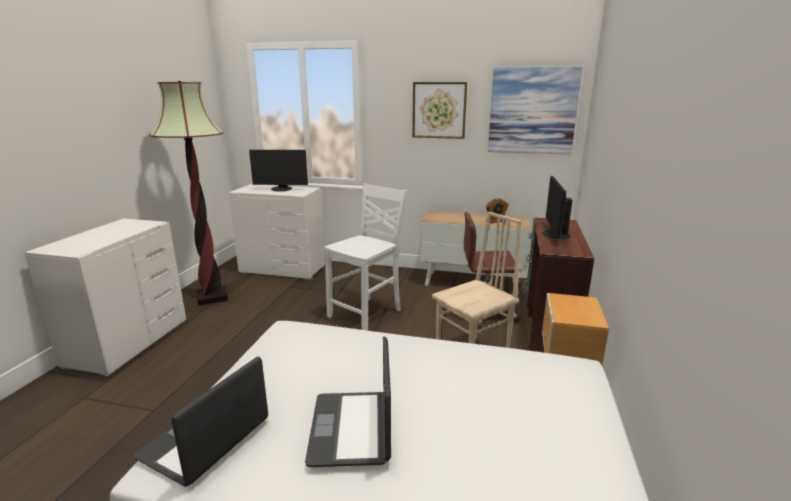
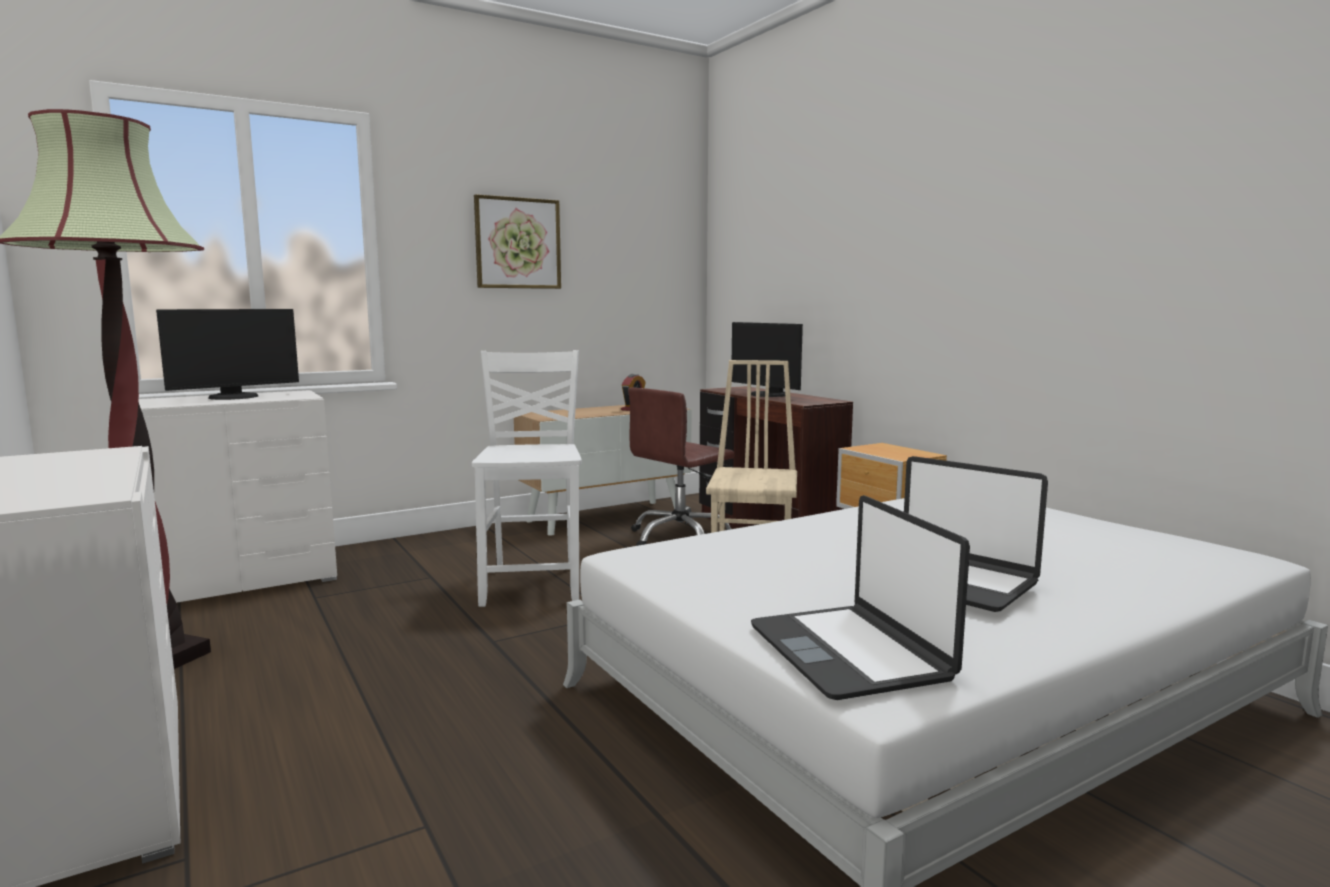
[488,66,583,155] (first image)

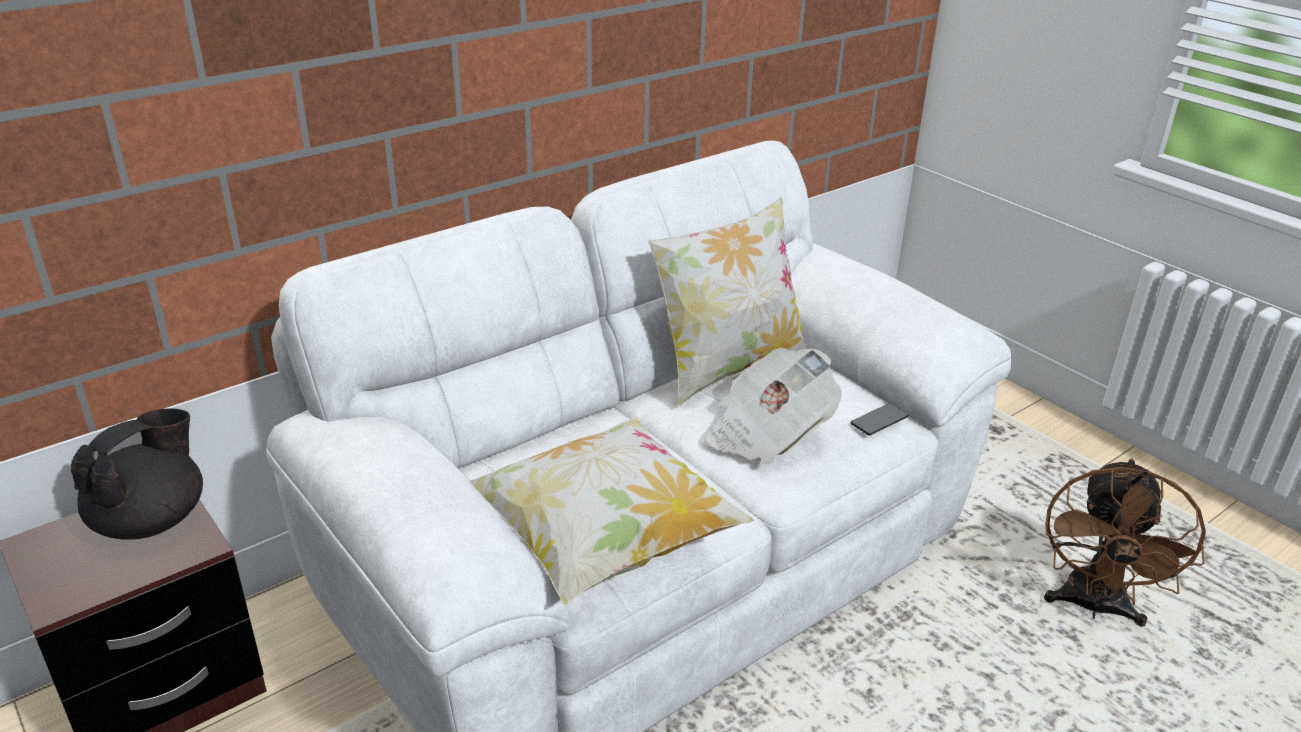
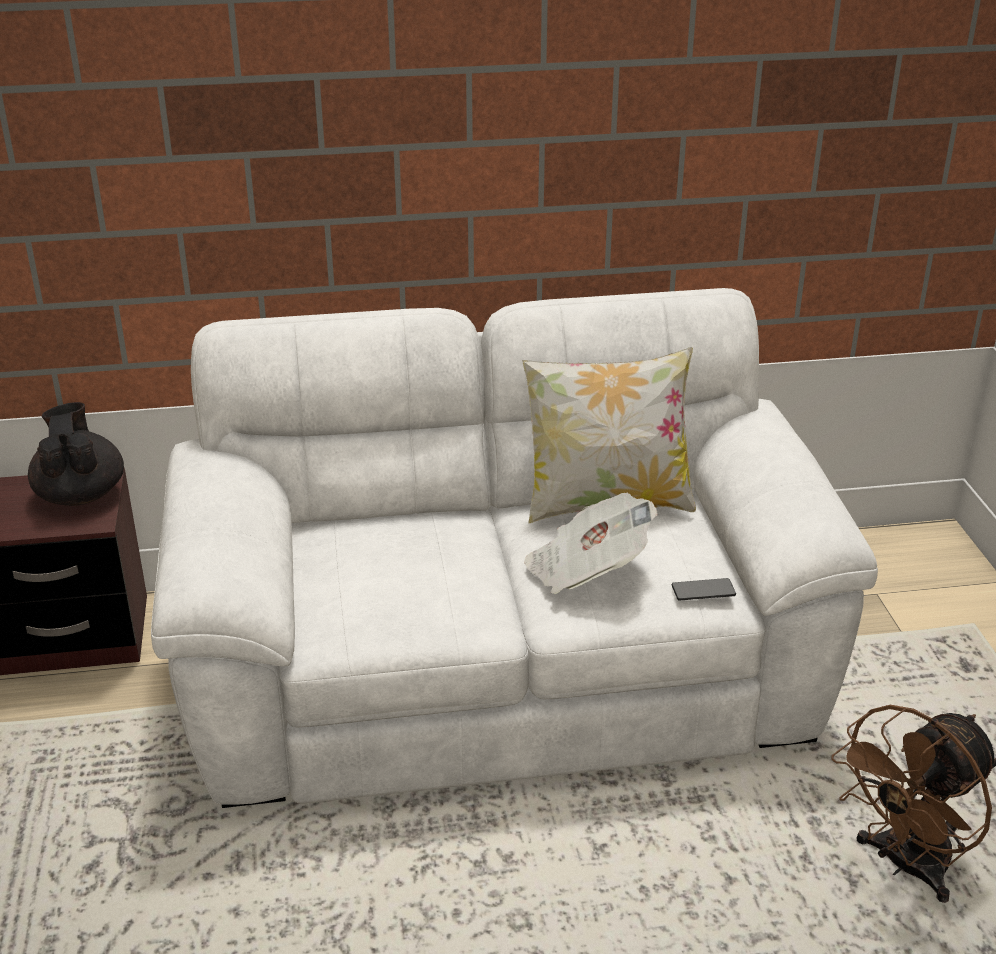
[28,402,124,506]
[469,417,754,605] (first image)

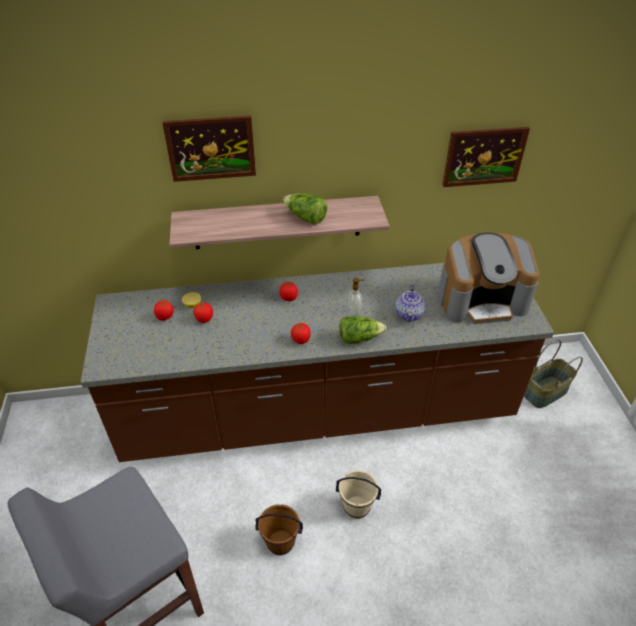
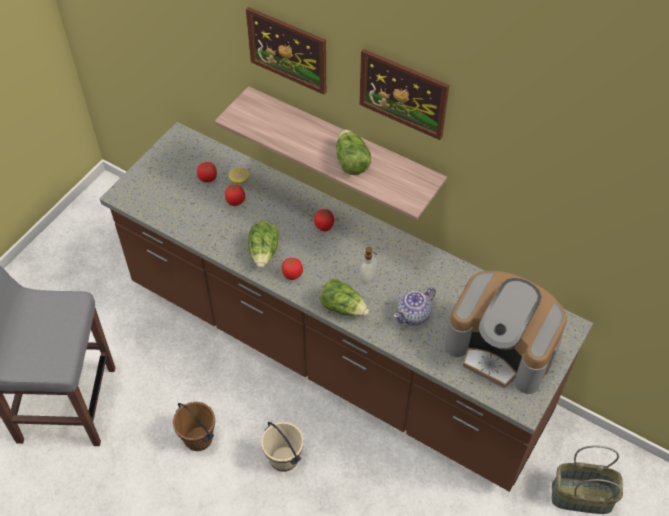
[359,49,449,140]
[248,221,279,268]

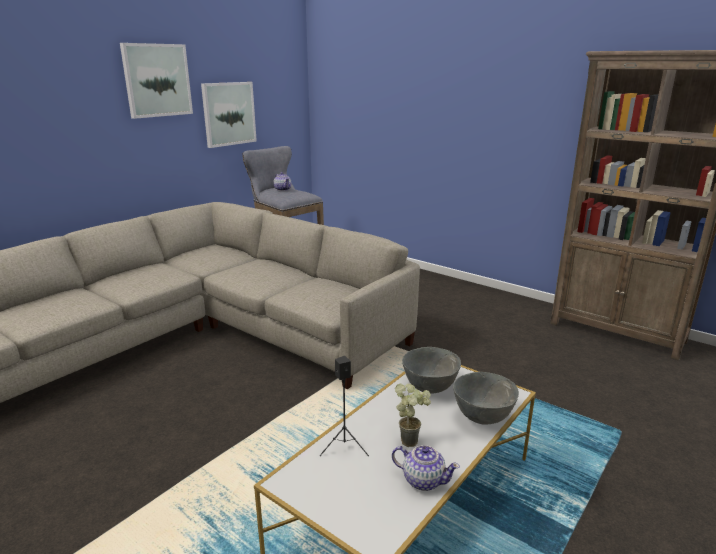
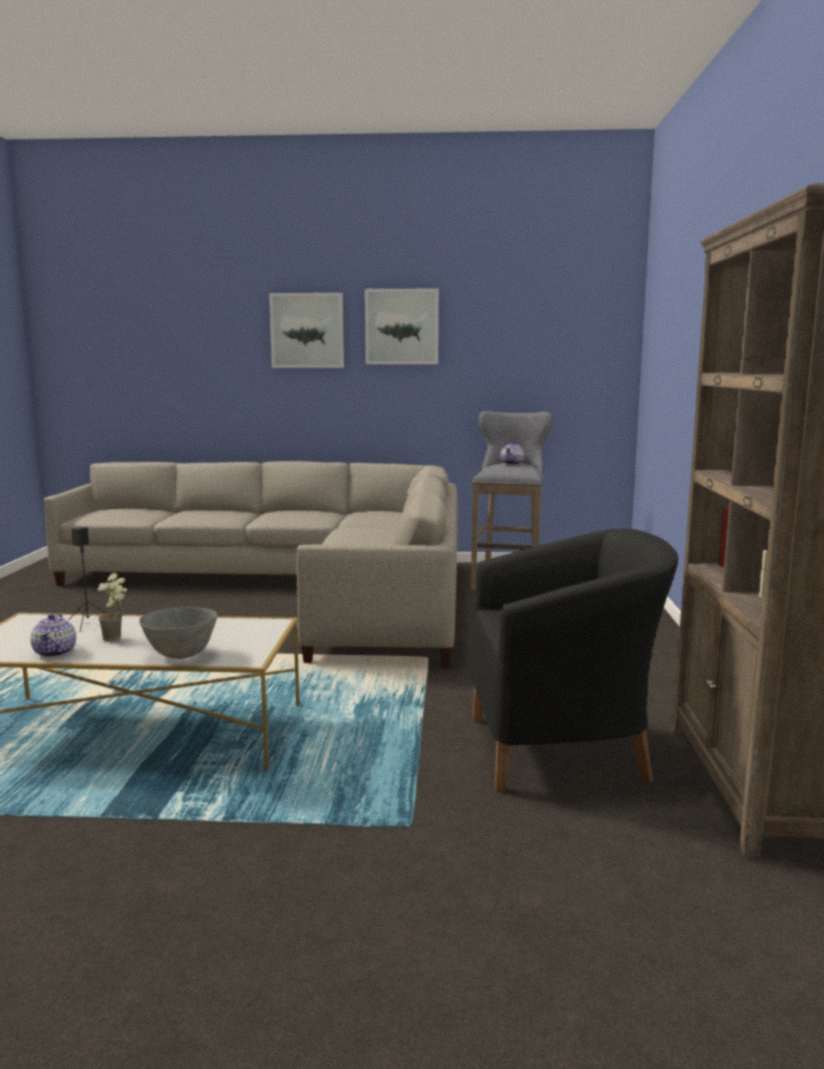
[269,293,344,368]
[402,347,461,394] (first image)
[471,529,678,792]

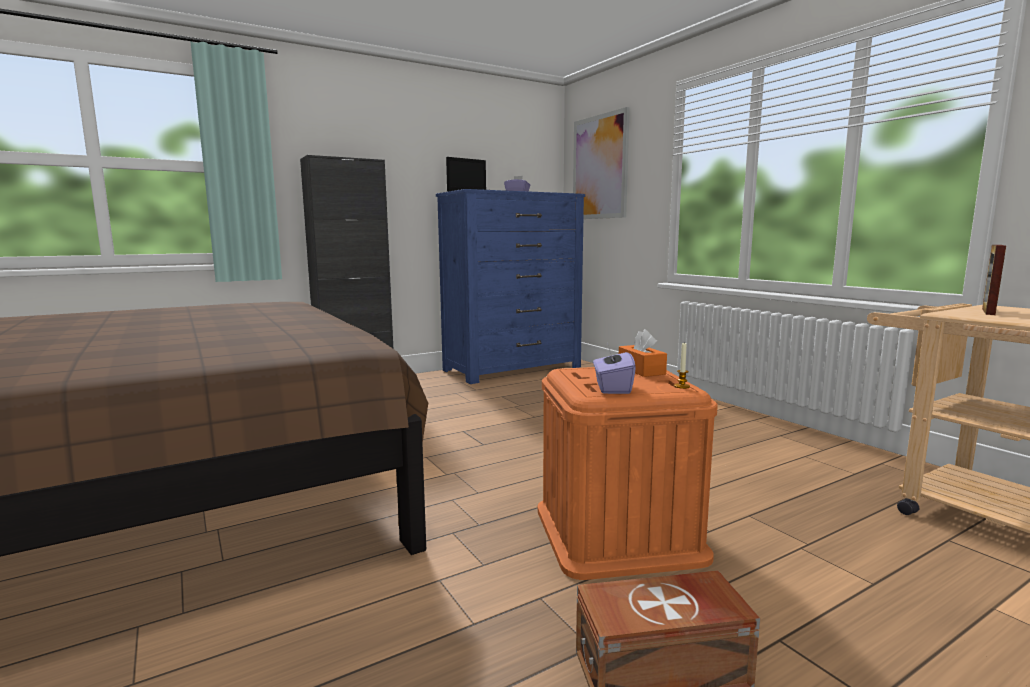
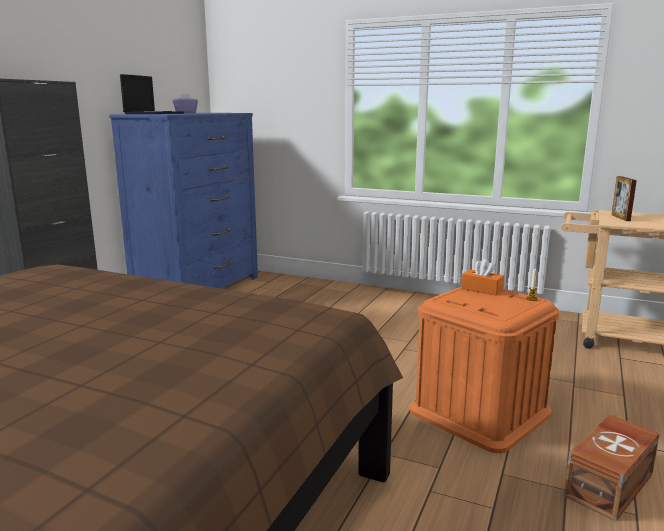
[573,107,630,219] (first image)
[593,342,636,394] (first image)

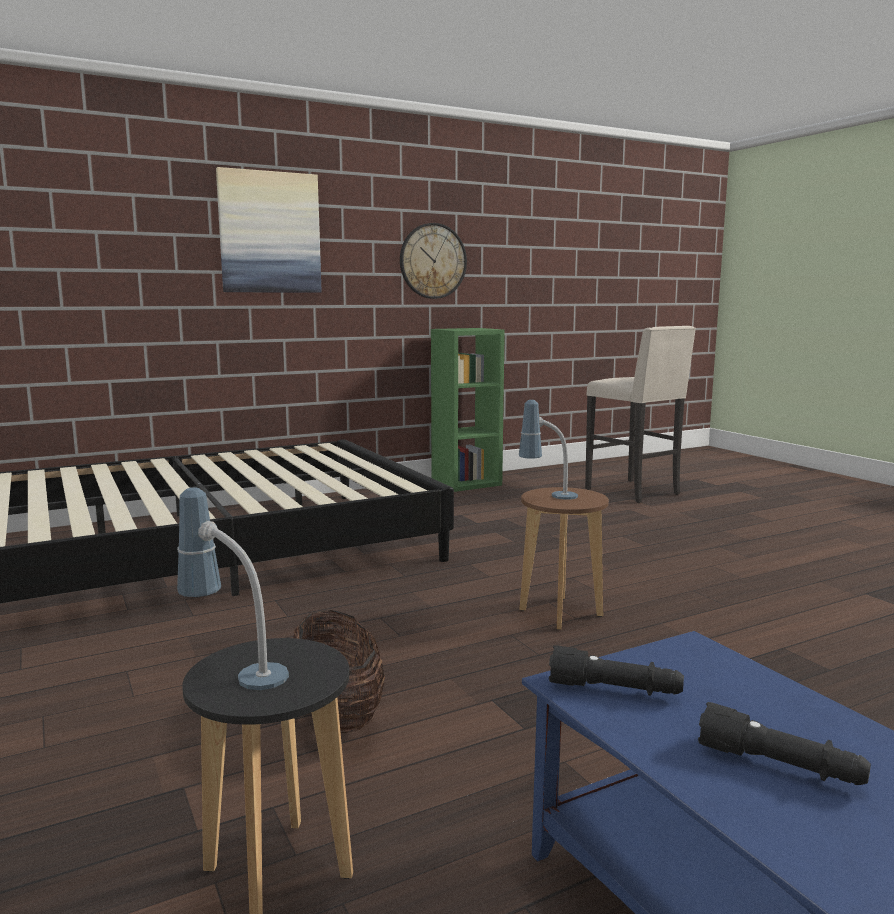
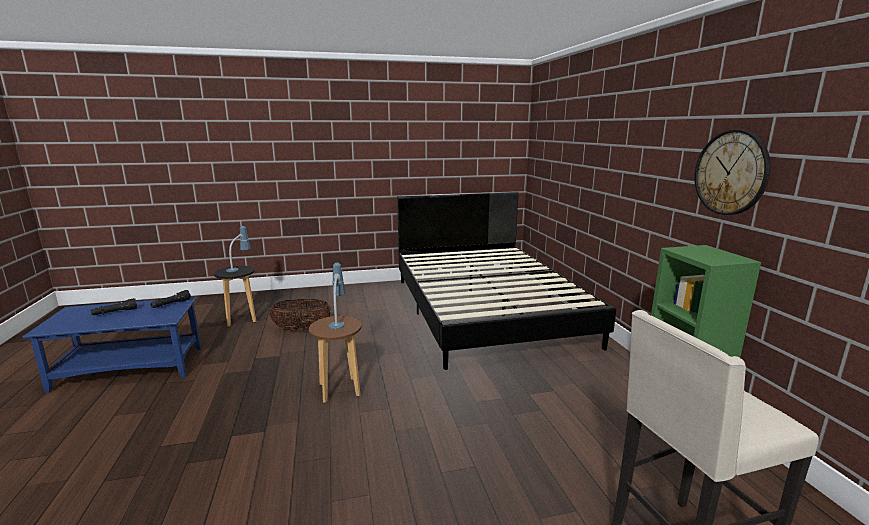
[216,167,321,293] (first image)

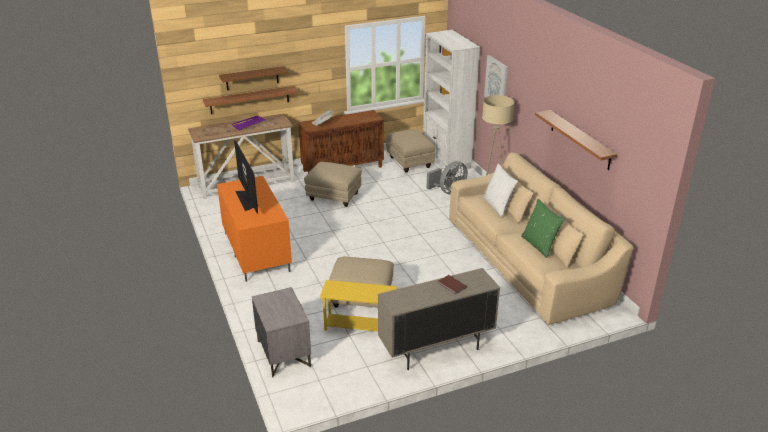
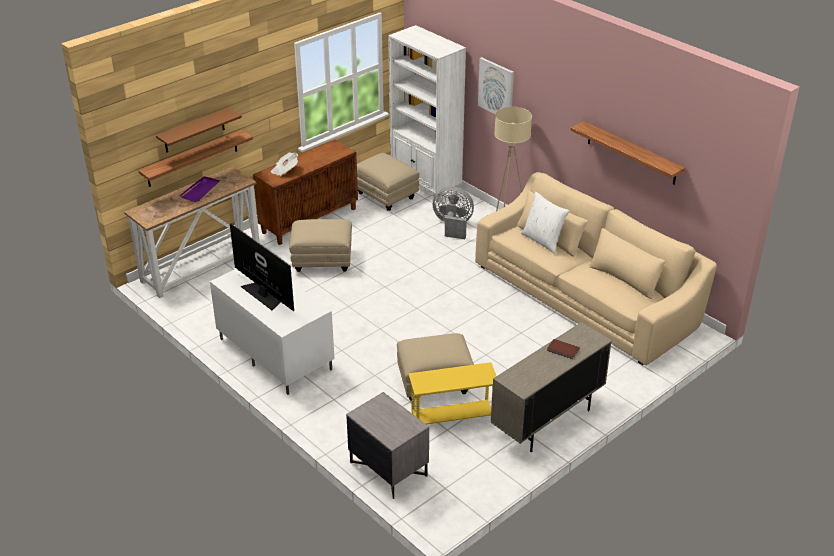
[433,187,474,239]
[210,269,335,395]
[521,199,565,258] (first image)

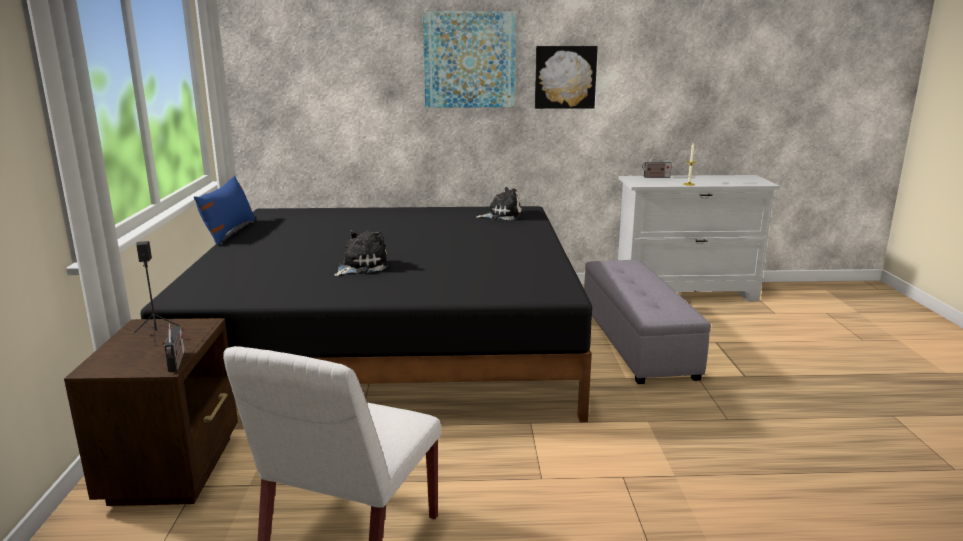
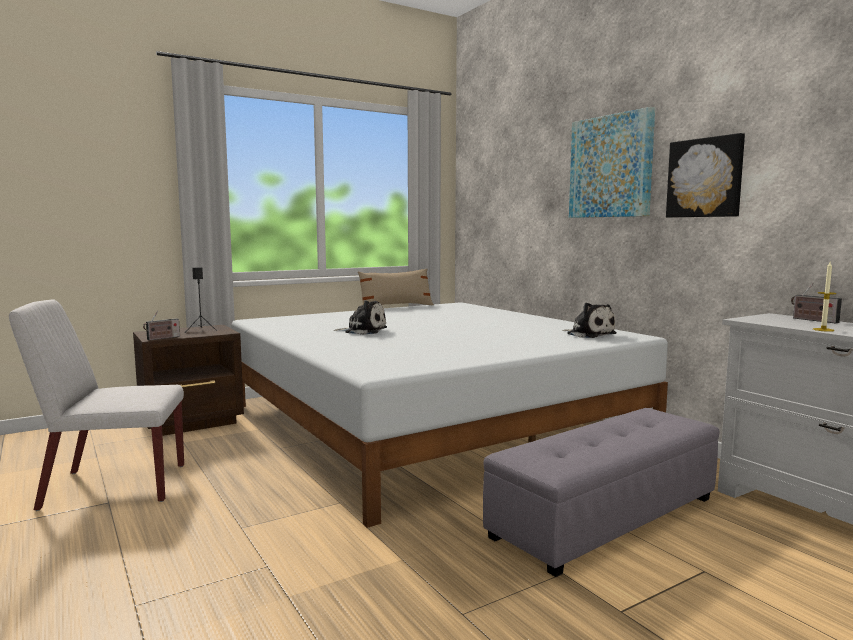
[358,269,434,305]
[232,302,668,528]

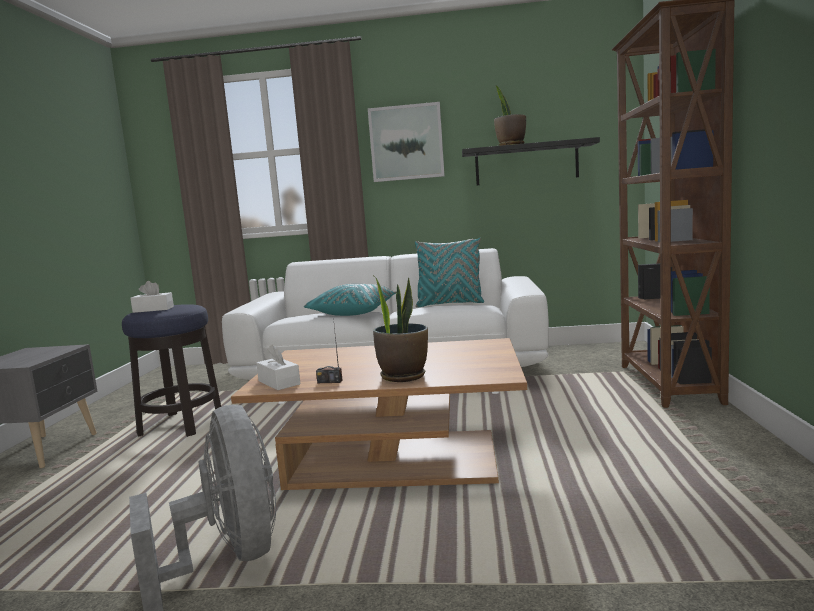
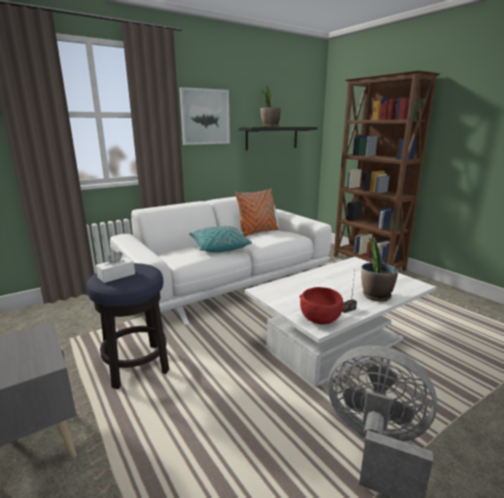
[235,189,279,237]
[245,257,436,387]
[300,287,343,325]

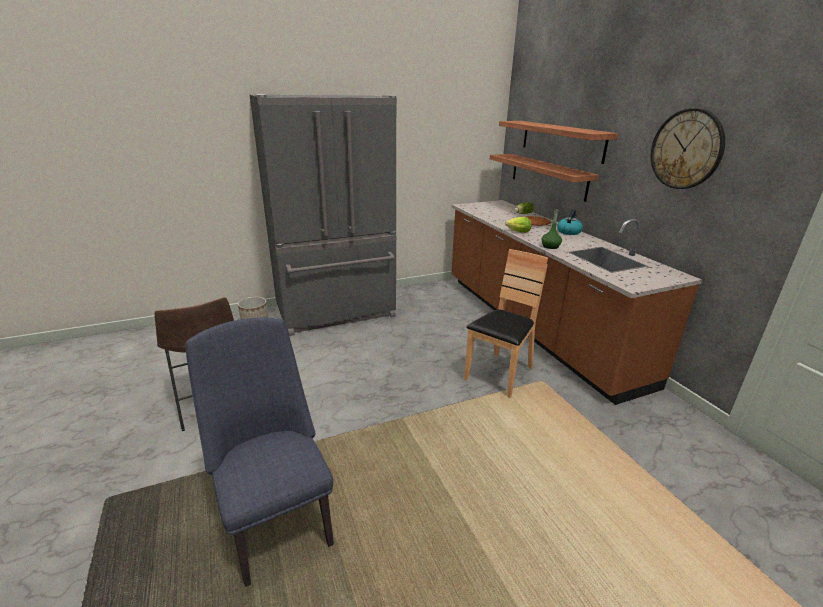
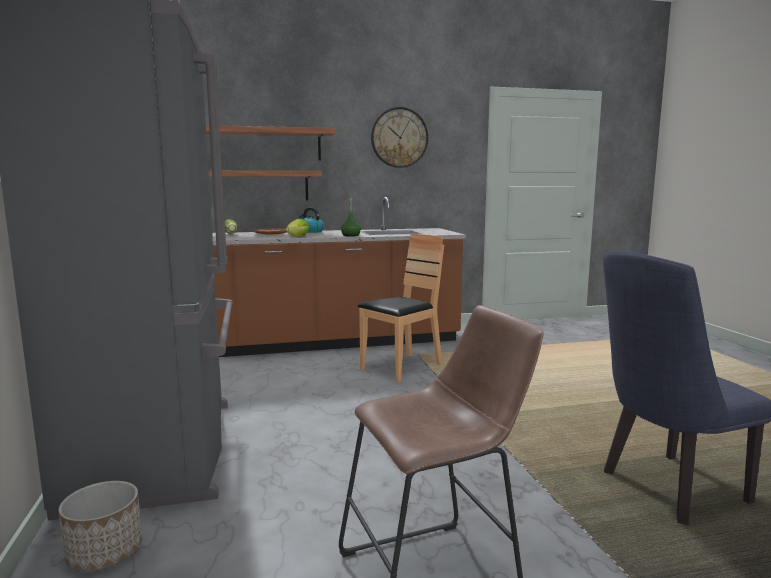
[357,234,444,383]

